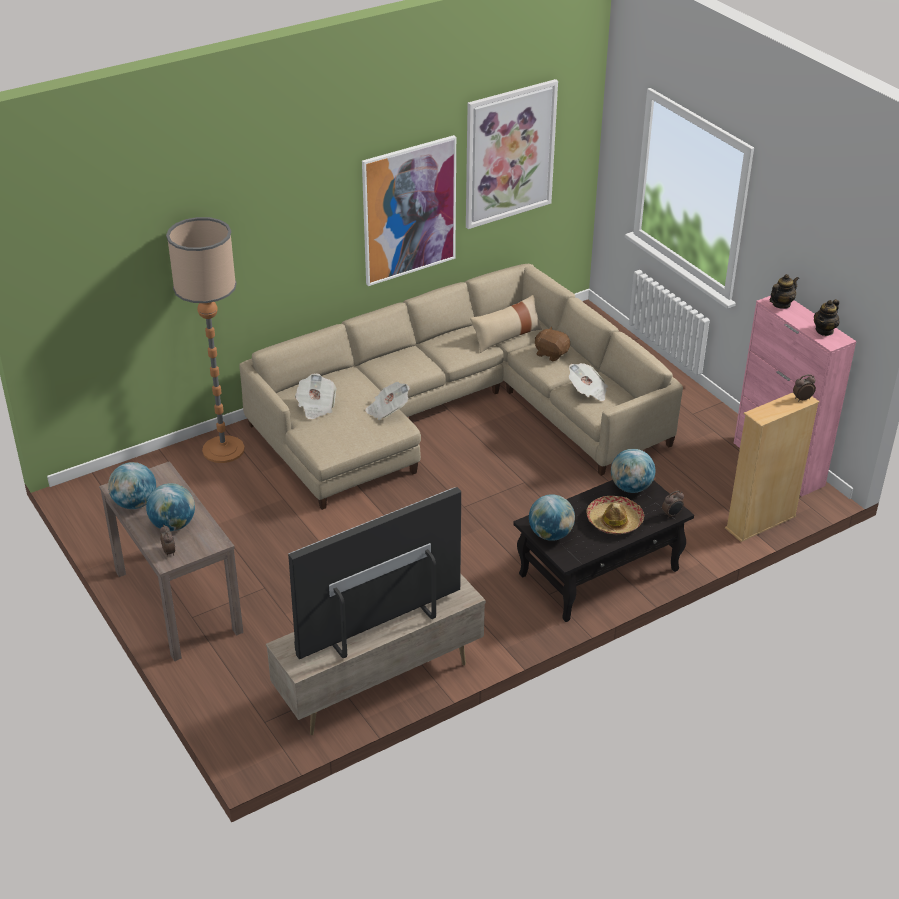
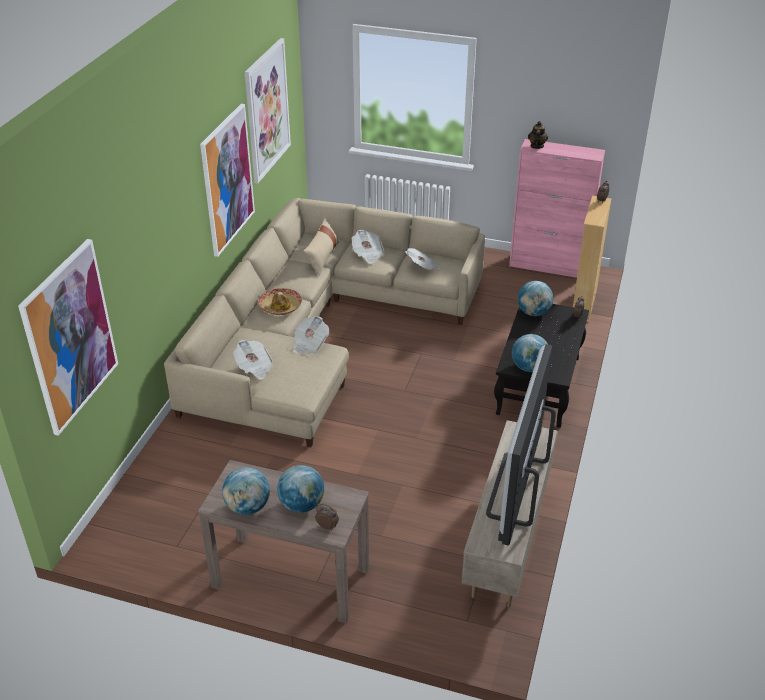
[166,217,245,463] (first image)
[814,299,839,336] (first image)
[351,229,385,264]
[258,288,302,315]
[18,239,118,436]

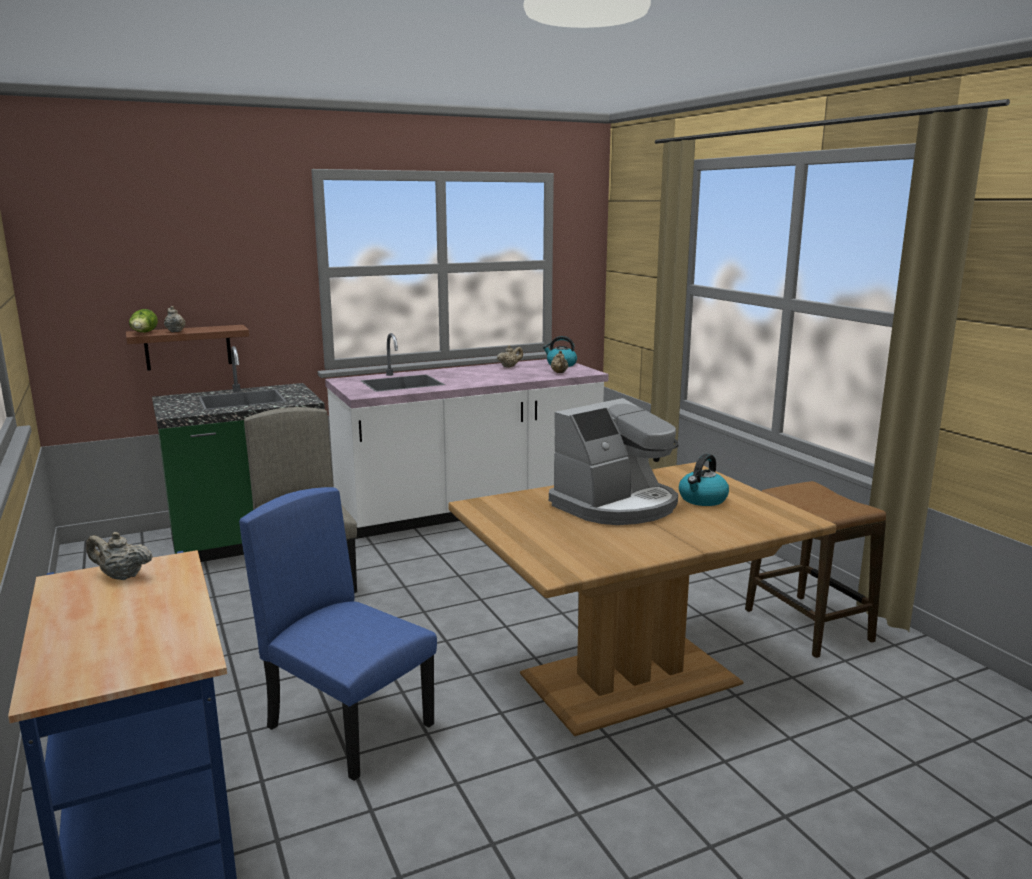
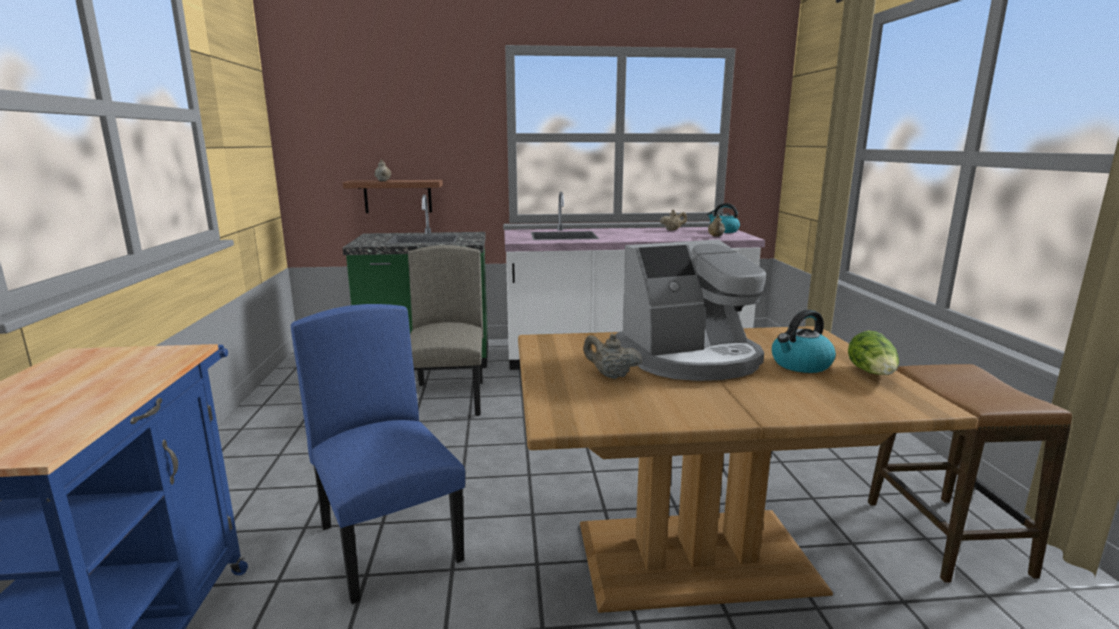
[848,331,899,375]
[583,333,642,379]

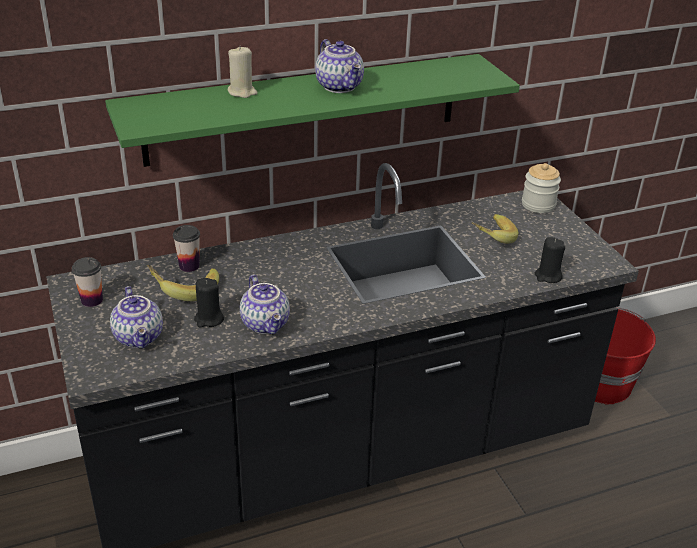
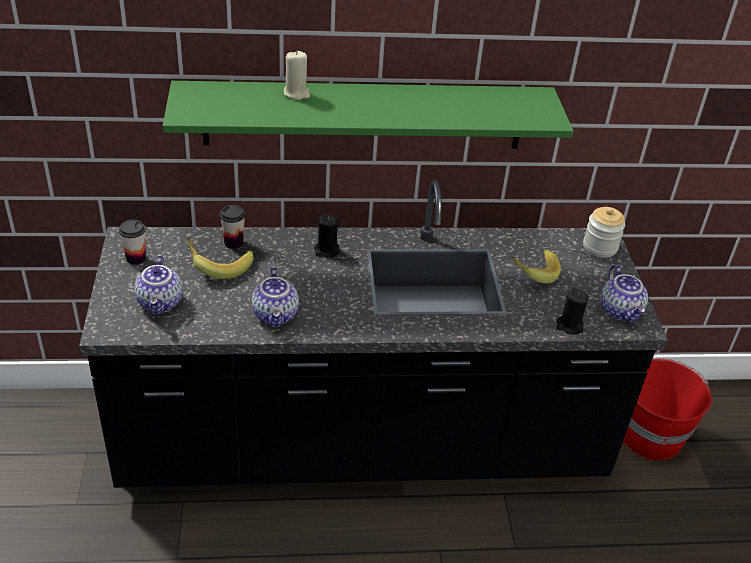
[601,265,648,323]
[314,214,340,257]

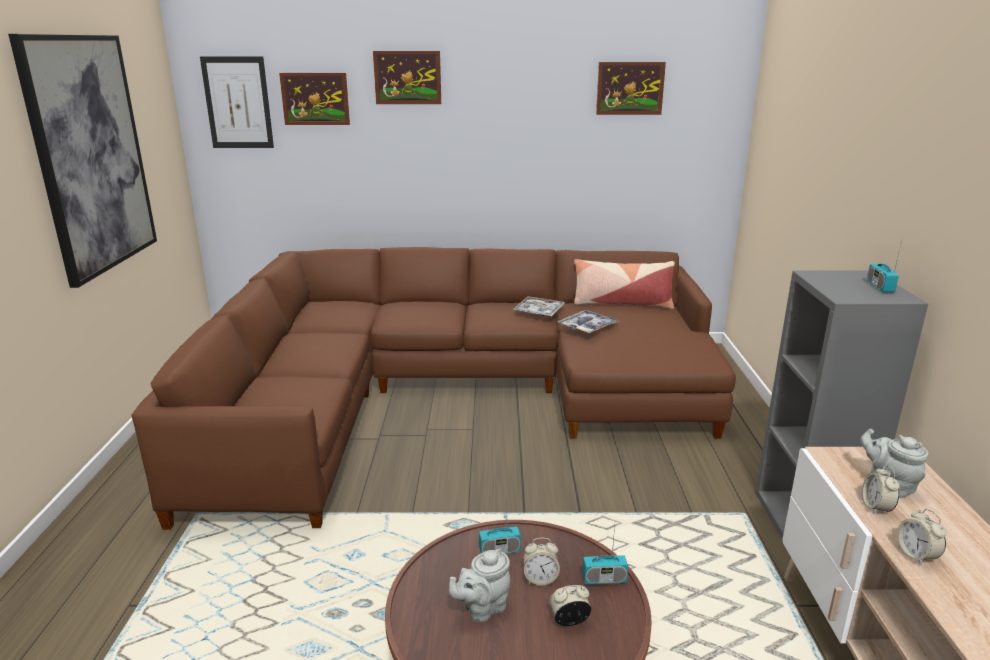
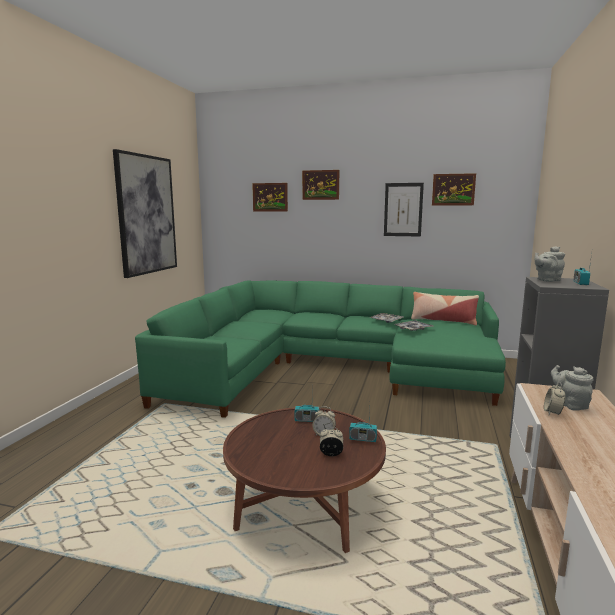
[384,183,424,237]
[135,280,506,418]
[897,509,946,566] (first image)
[534,246,565,282]

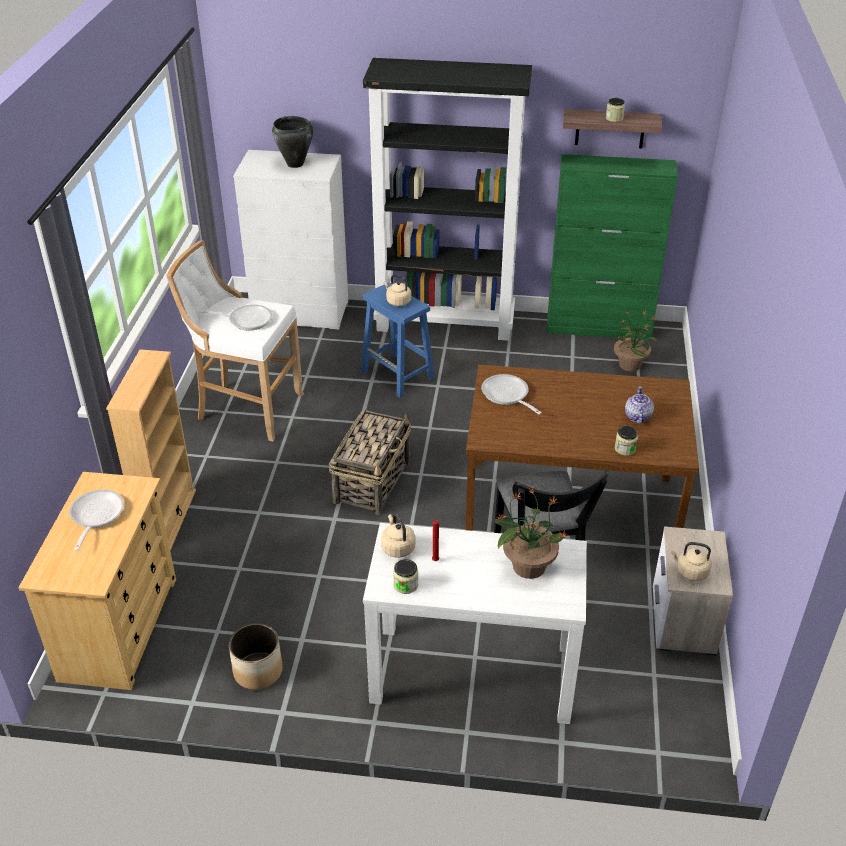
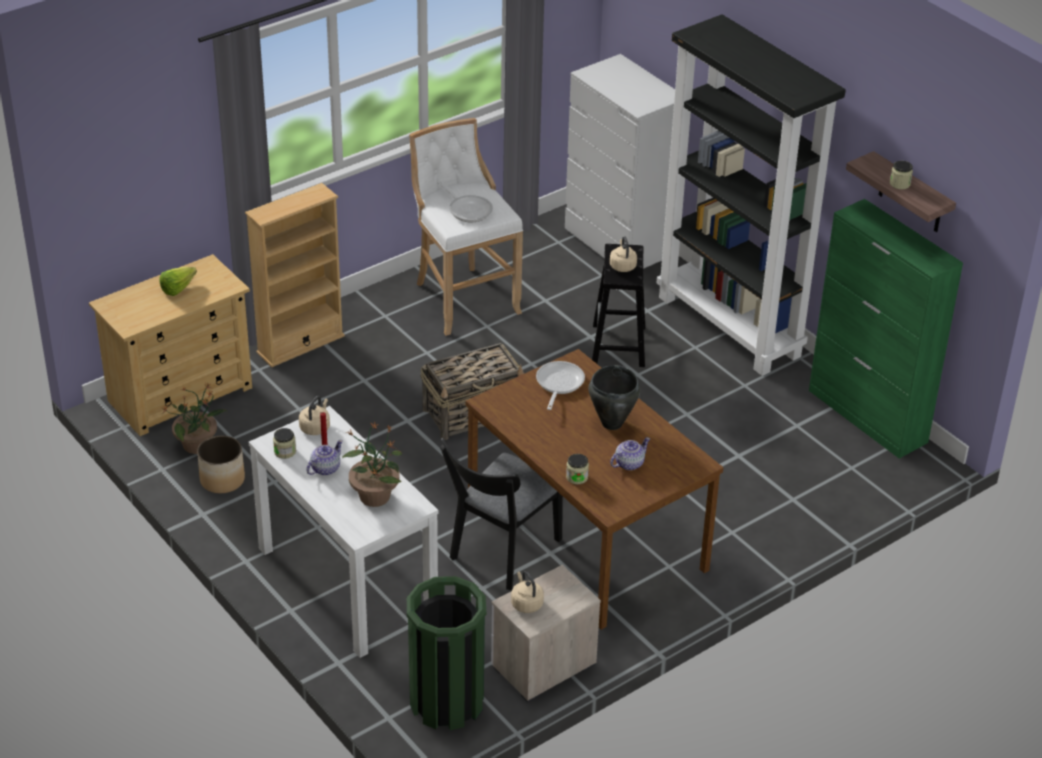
[589,365,640,430]
[592,244,645,367]
[161,383,227,454]
[159,267,197,296]
[306,440,343,475]
[407,576,486,730]

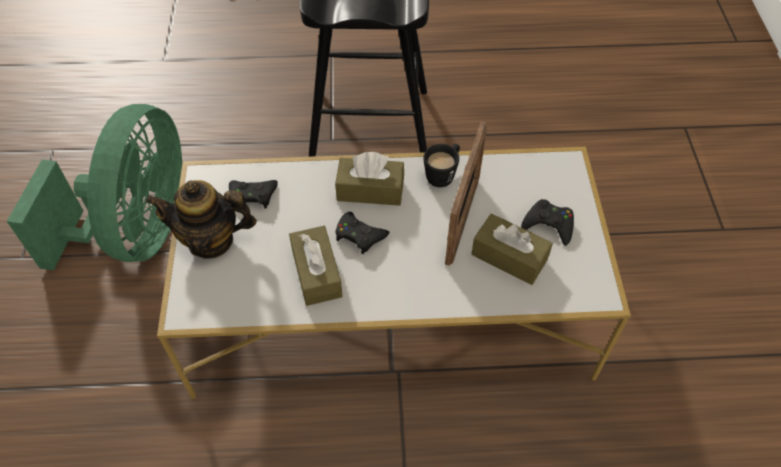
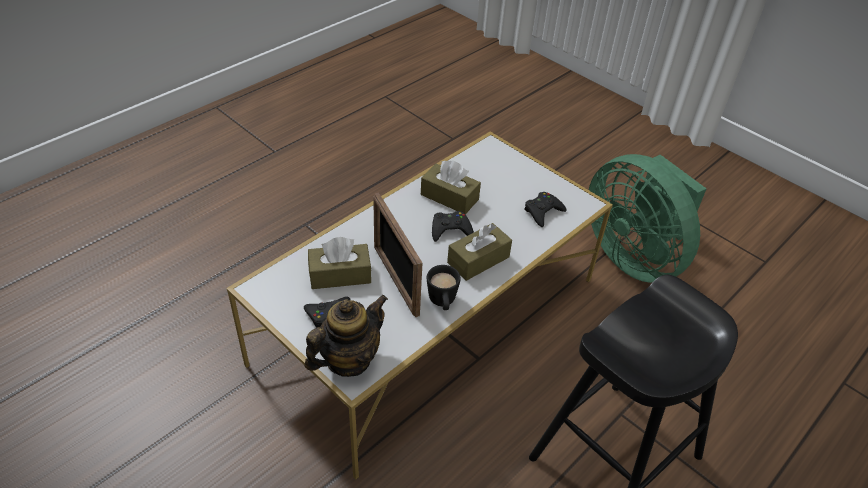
[305,294,388,377]

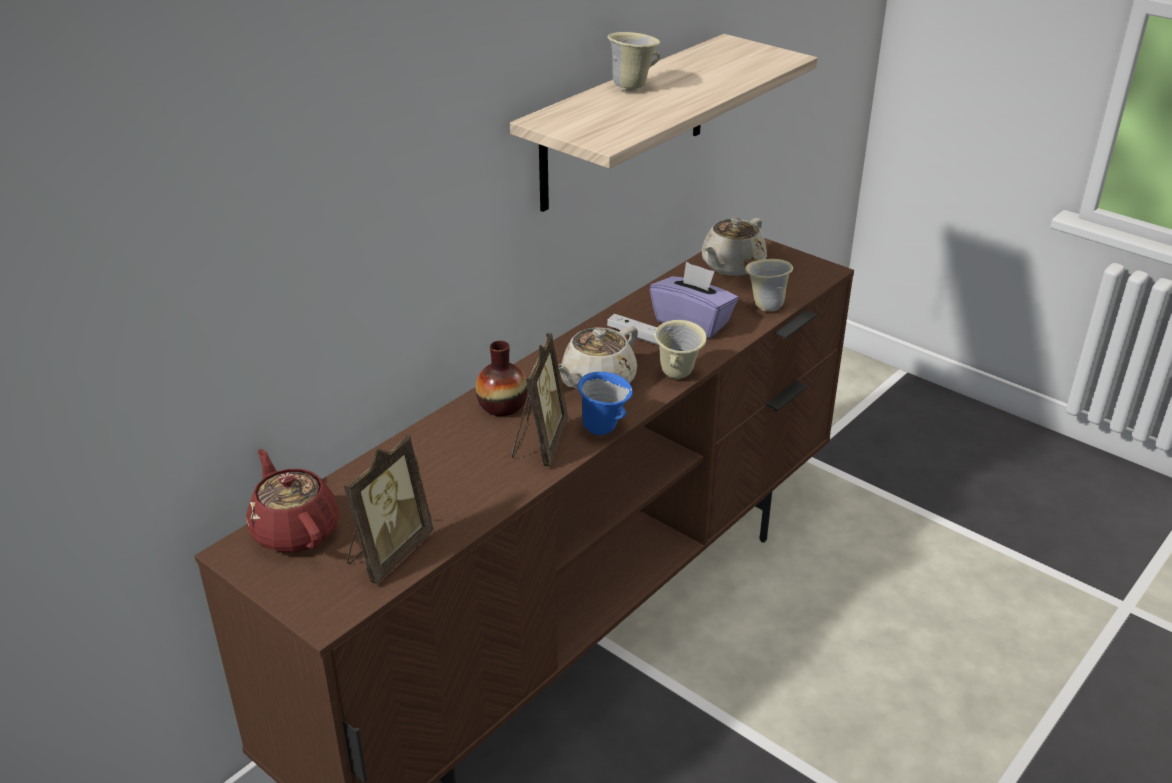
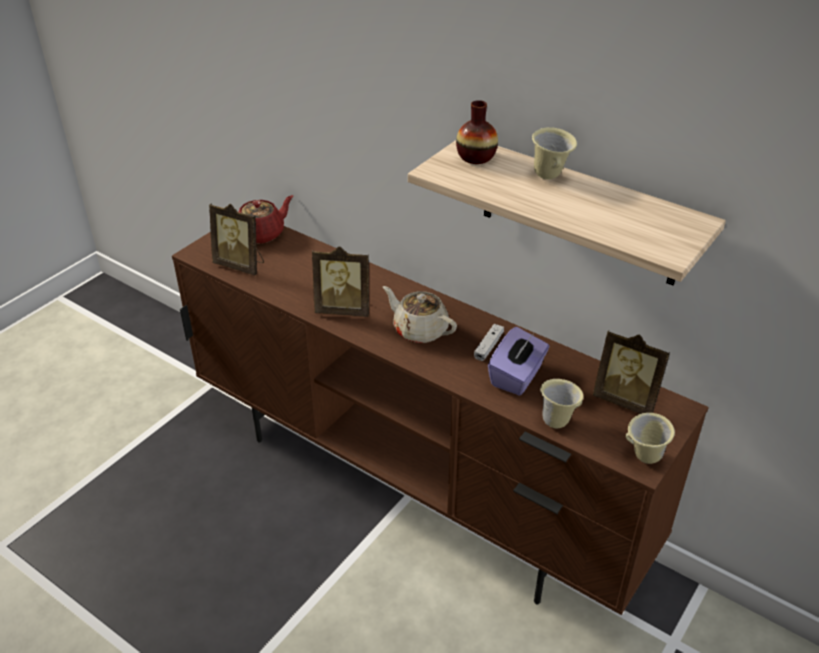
[593,330,670,414]
[626,413,675,464]
[456,100,498,164]
[578,372,633,435] (first image)

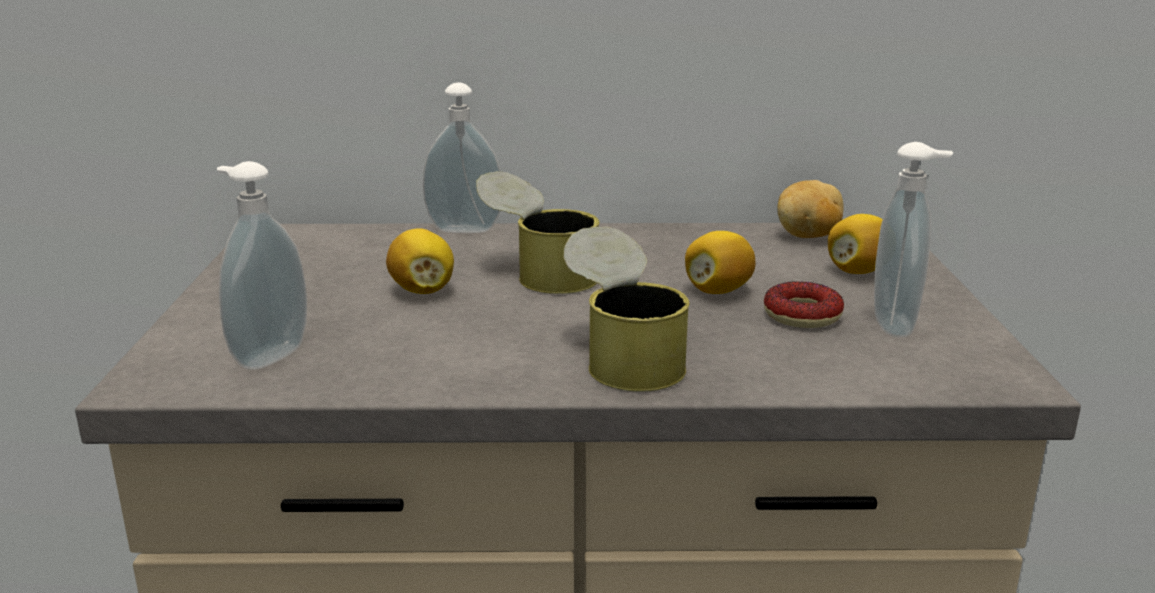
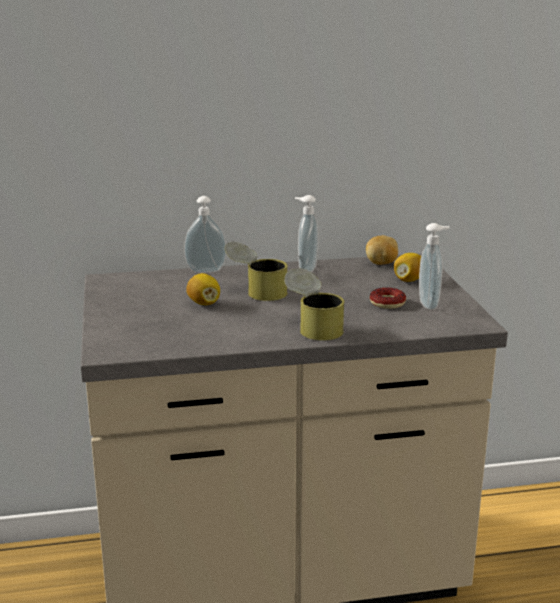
[295,195,318,272]
[685,231,755,294] (first image)

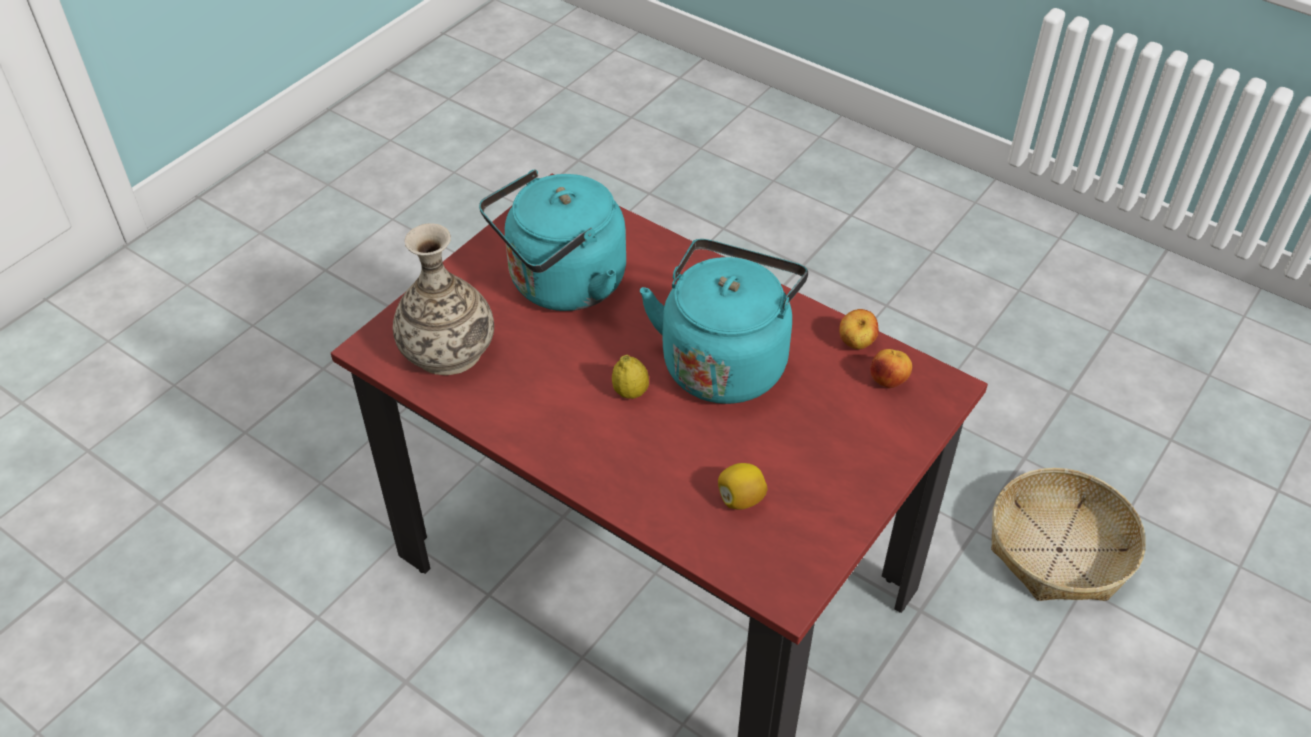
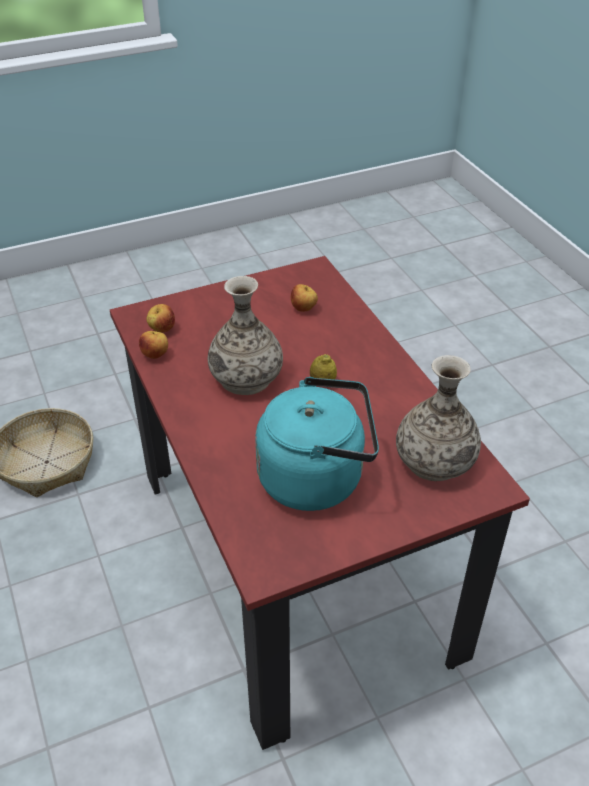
[208,276,283,395]
[291,284,318,312]

